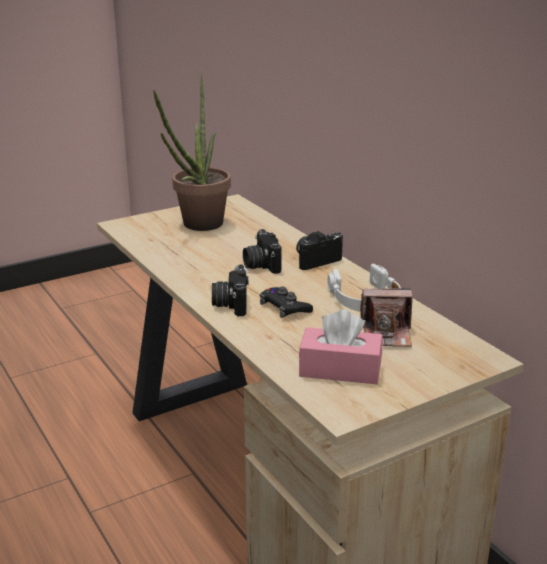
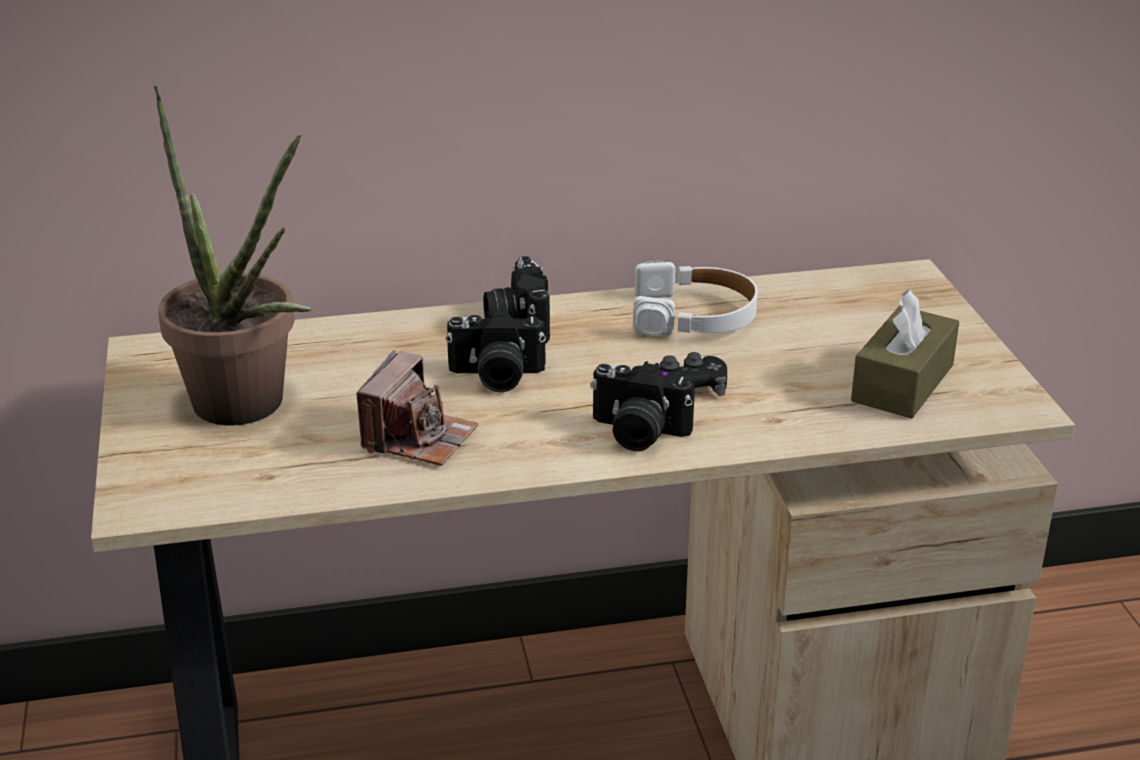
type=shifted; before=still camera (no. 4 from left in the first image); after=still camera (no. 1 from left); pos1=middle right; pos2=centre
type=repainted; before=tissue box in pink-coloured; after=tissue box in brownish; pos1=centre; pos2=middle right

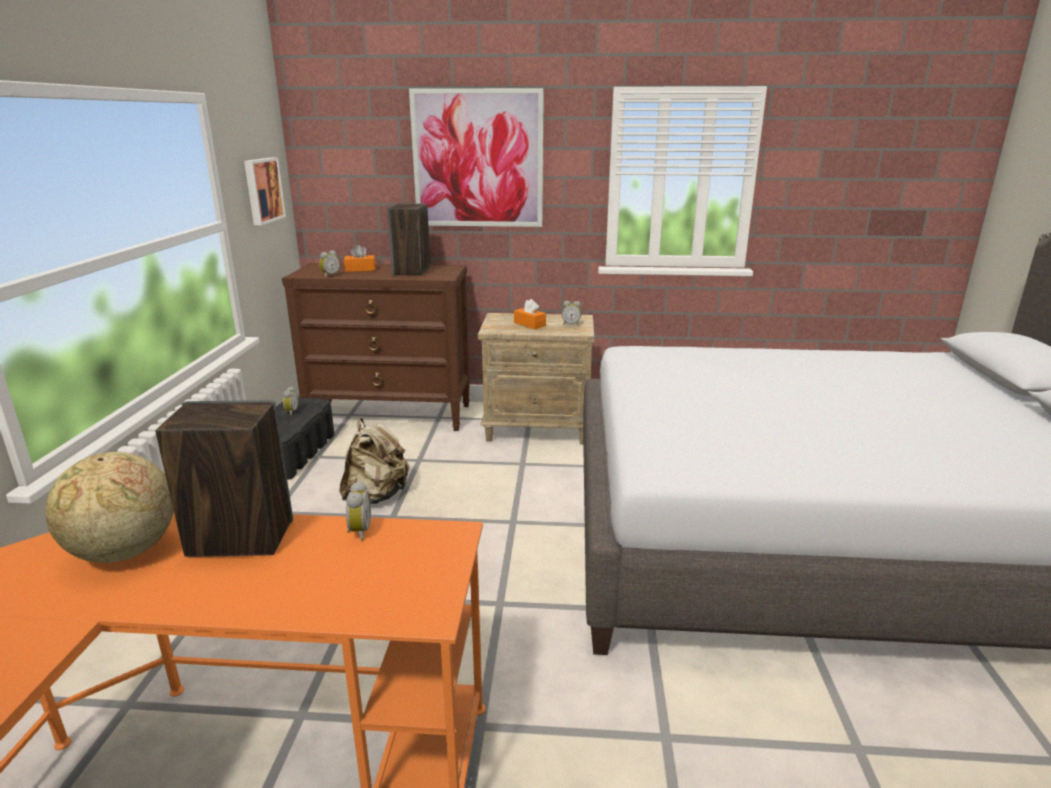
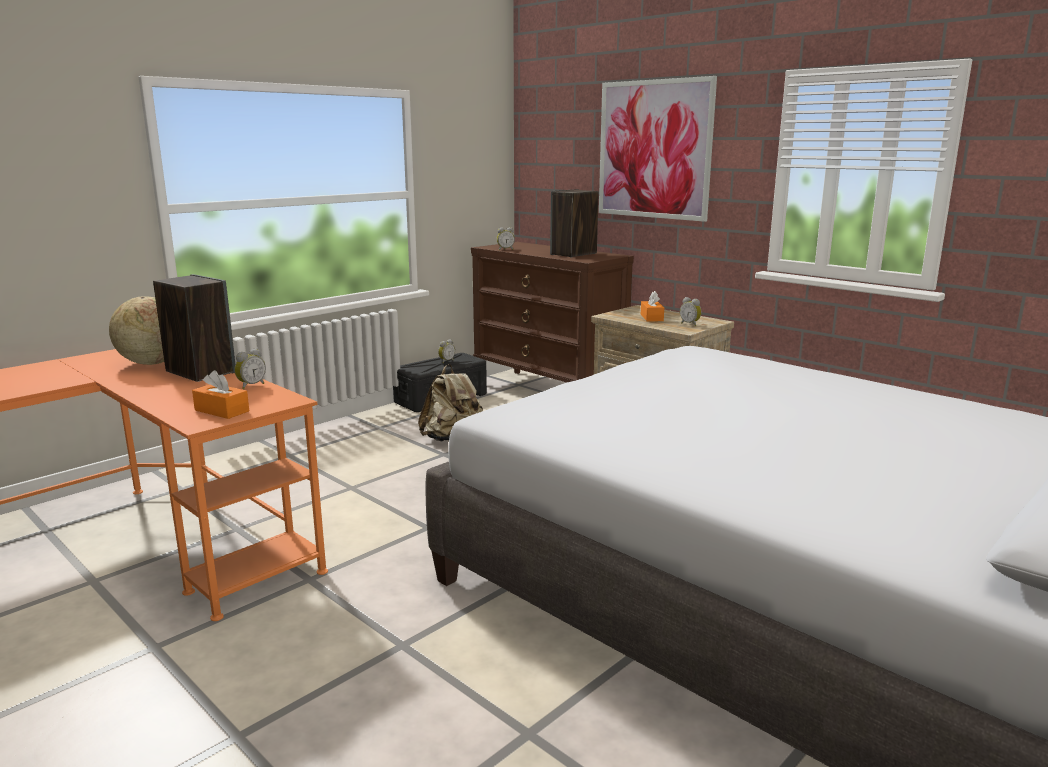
type=shifted; before=tissue box in orangey (no. 1 from left); pos1=top centre; pos2=middle left
type=gone; before=wall picture (no. 1 from left); pos1=top left

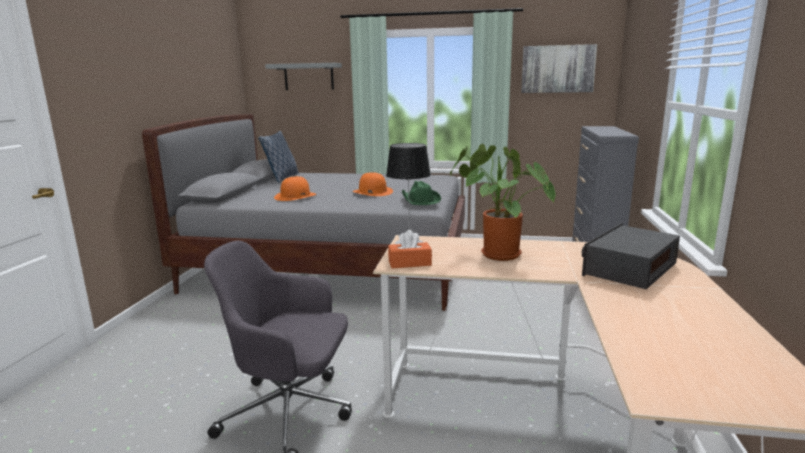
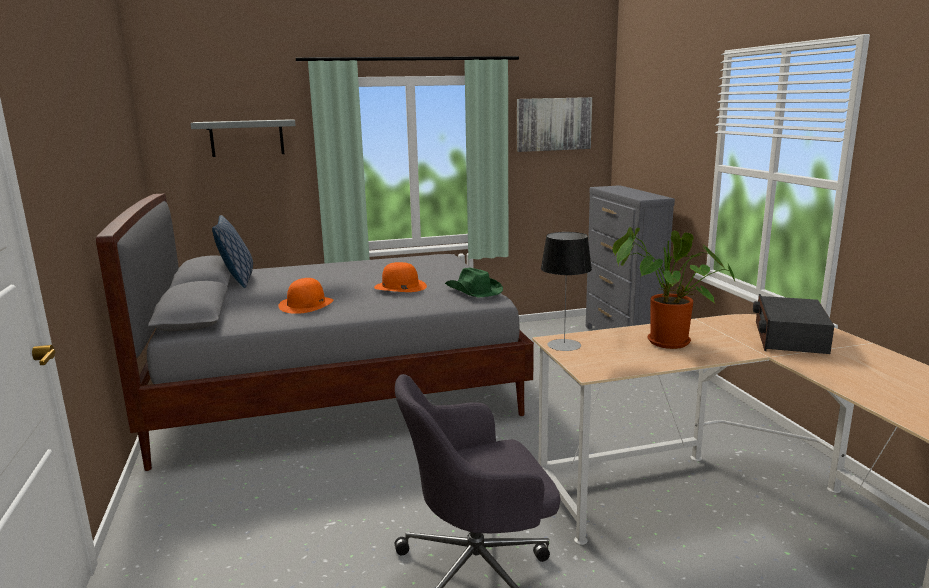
type=gone; before=tissue box in orangey; pos1=centre

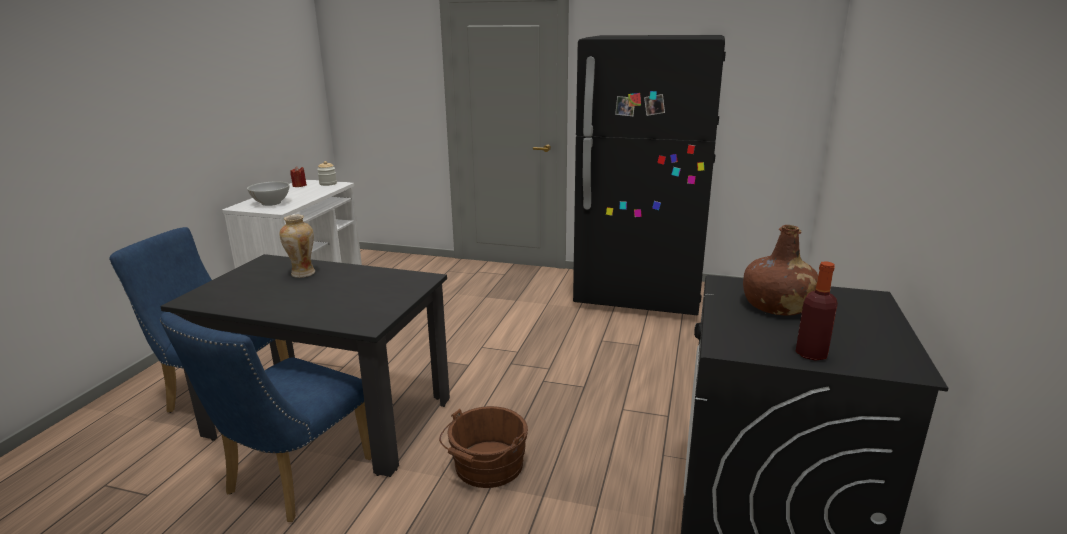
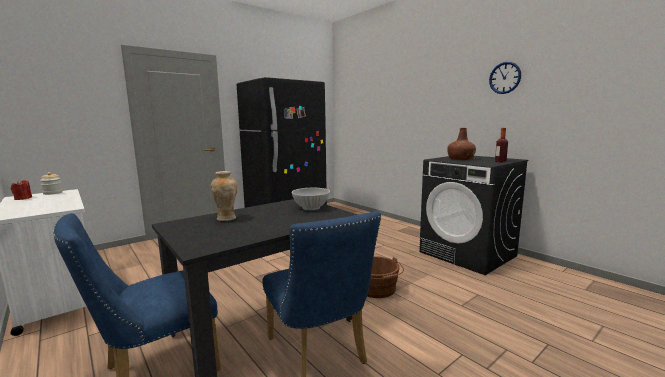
type=shifted; before=serving bowl in white-coloured; pos1=middle left; pos2=centre
type=new; after=clock on the wall; pos2=top right

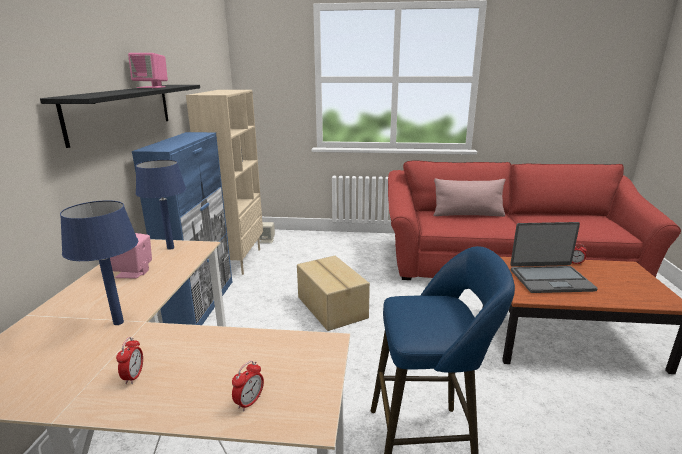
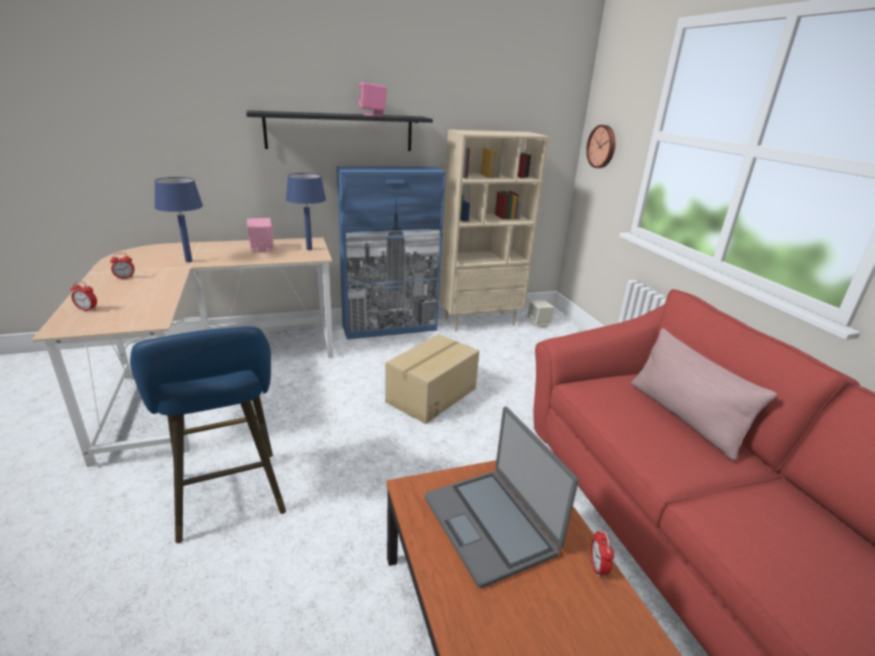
type=new; after=clock on the wall; pos2=top right

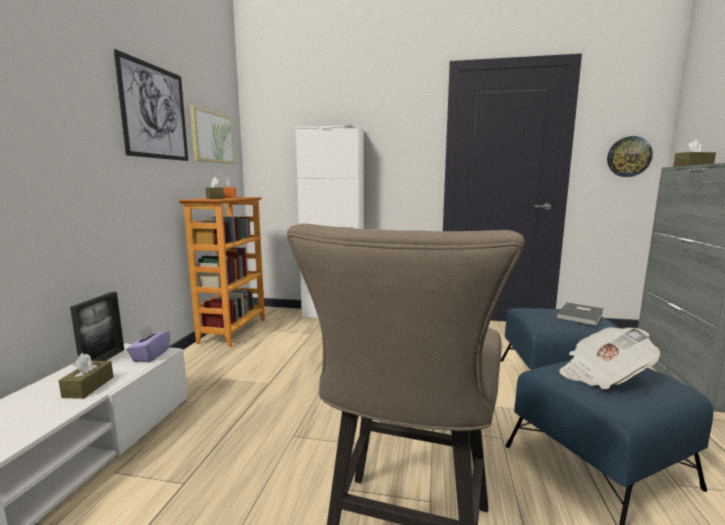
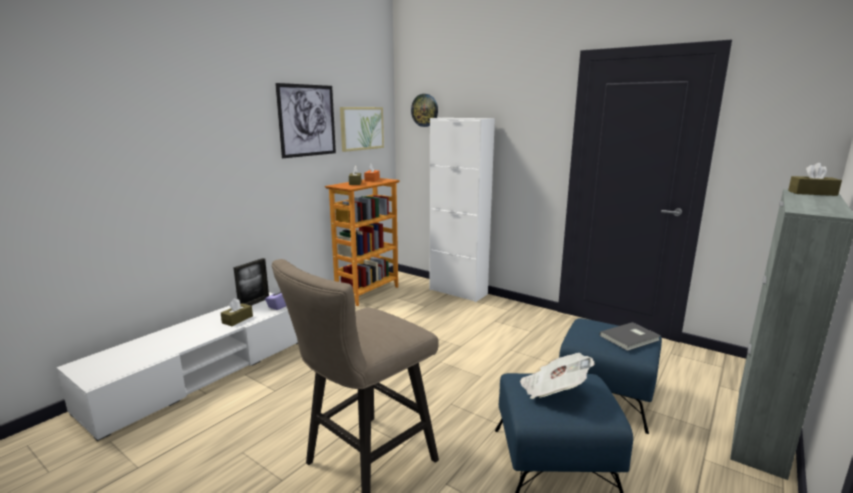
type=shifted; before=clock on the wall; pos1=top right; pos2=top centre

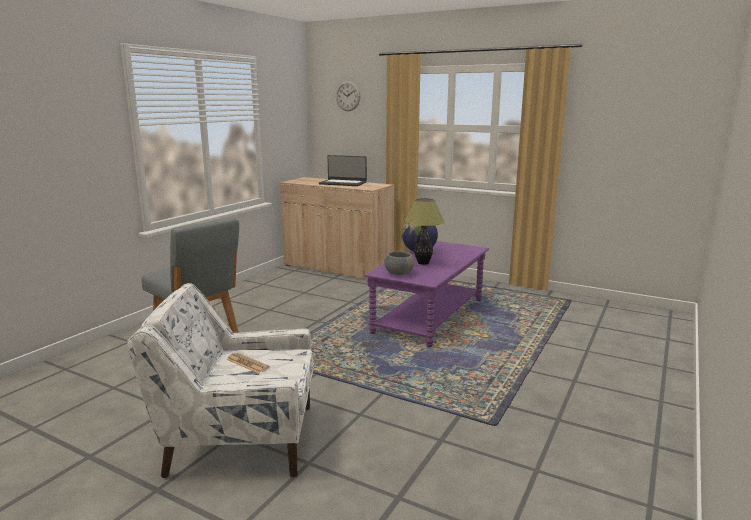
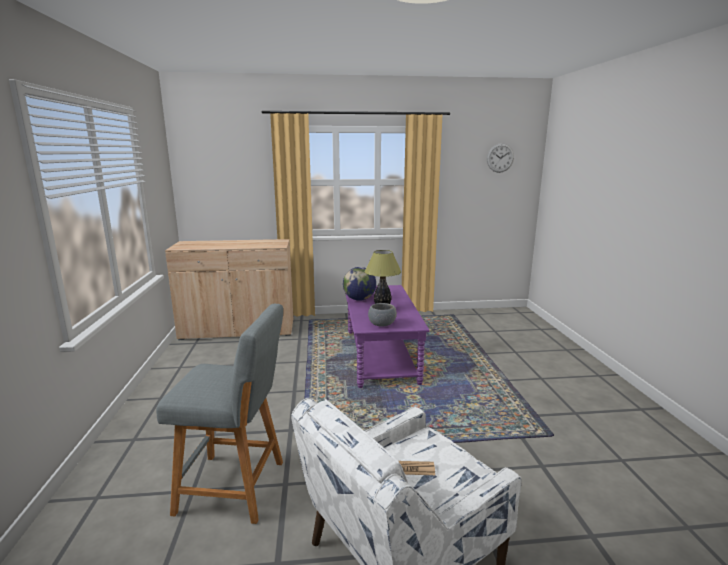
type=shifted; before=clock on the wall; pos1=top centre; pos2=top right
type=gone; before=portable computer; pos1=top centre

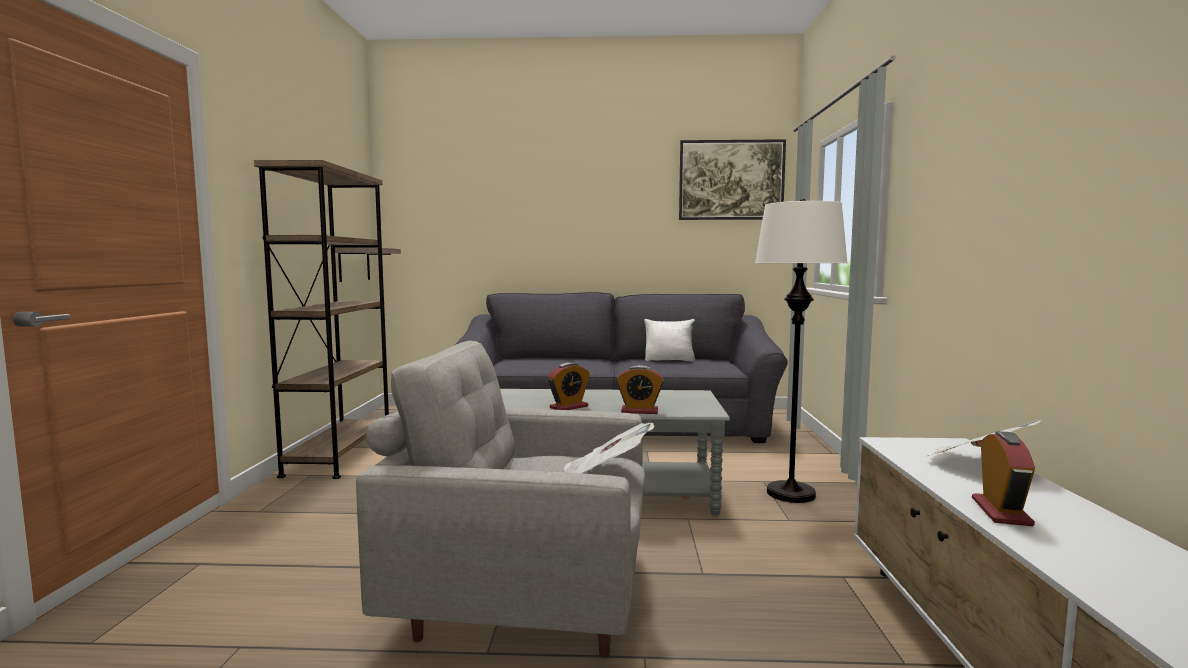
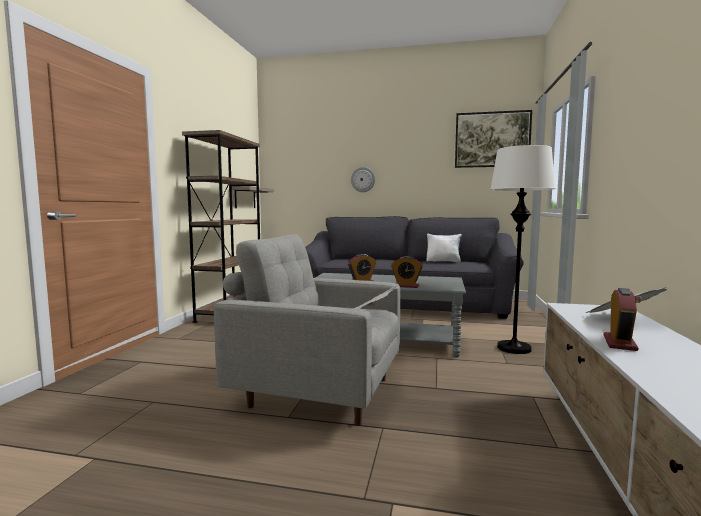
type=new; after=clock on the wall; pos2=centre

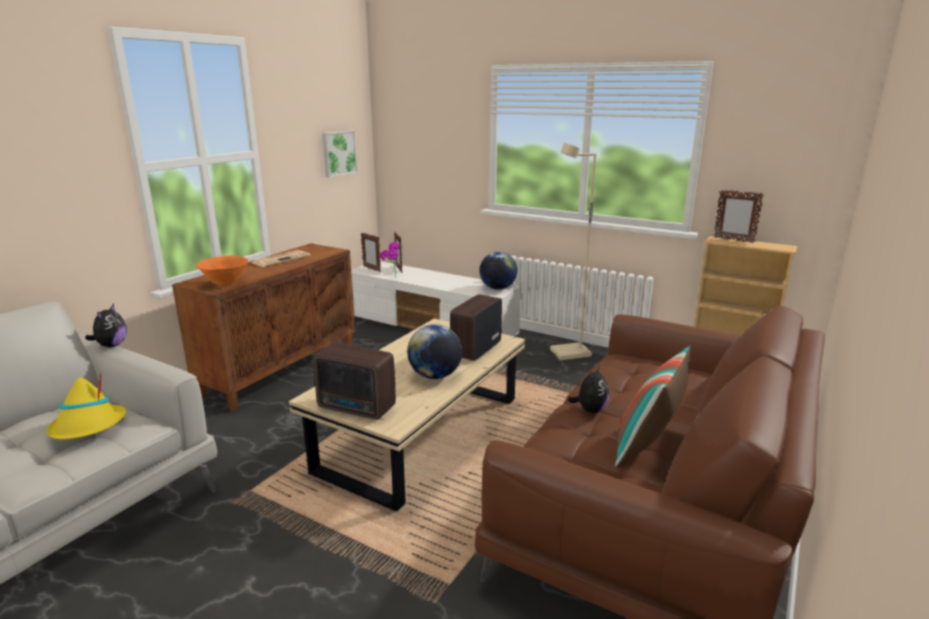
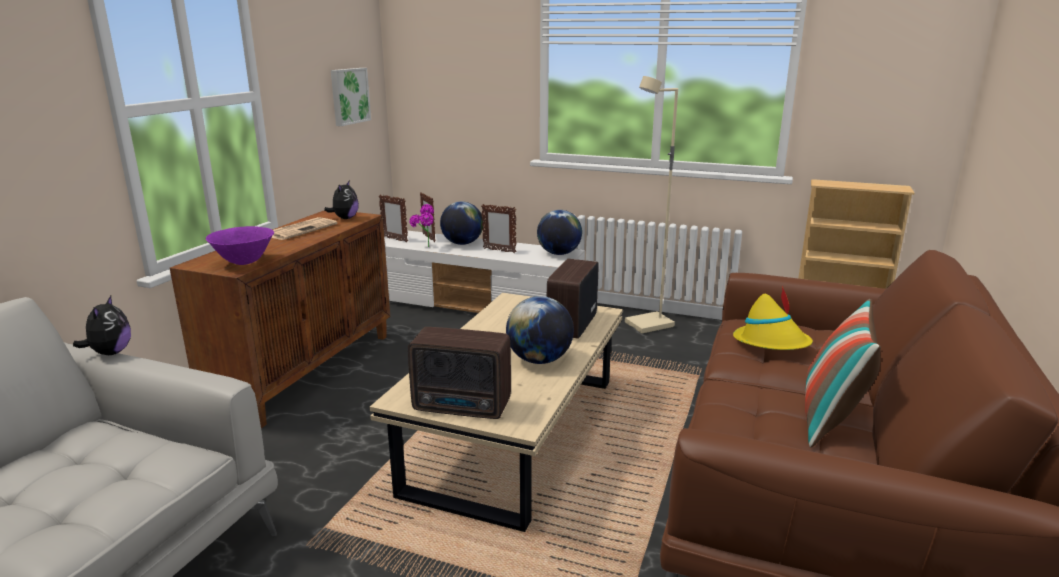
type=repainted; before=serving bowl in orangey; after=serving bowl in purple-coloured; pos1=middle left; pos2=middle left
type=shifted; before=cuddly toy (no. 2 from left); pos1=centre; pos2=middle left
type=new; after=desk globe (no. 1 from left); pos2=centre
type=shifted; before=picture frame (no. 3 from left); pos1=middle right; pos2=centre
type=shifted; before=wearable hat in yellow; pos1=middle left; pos2=middle right

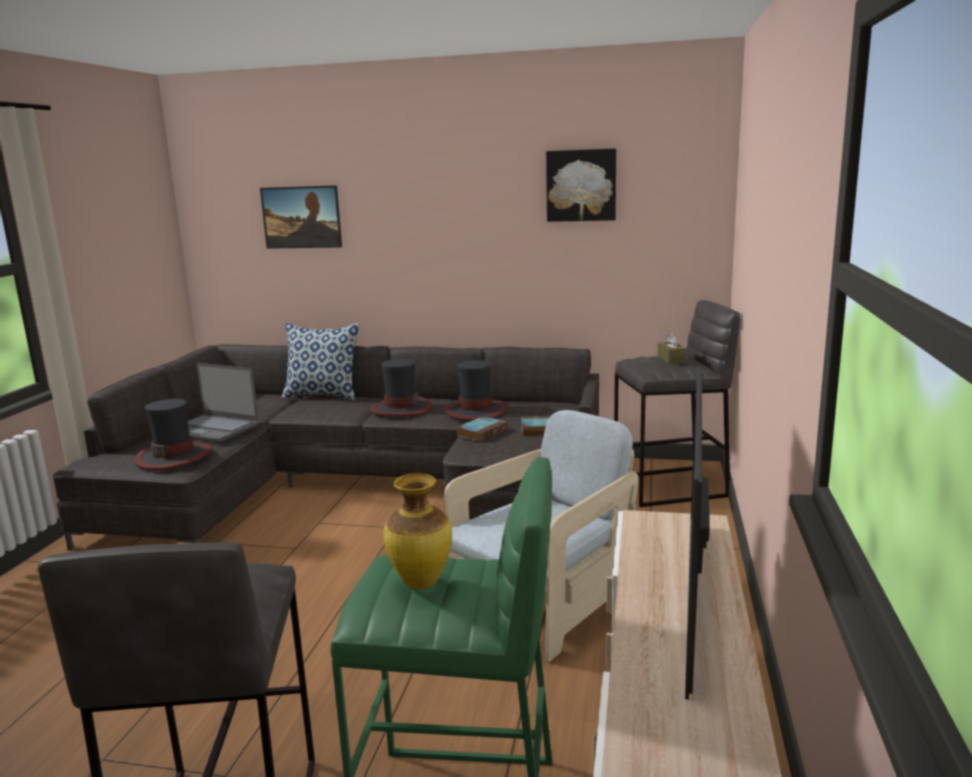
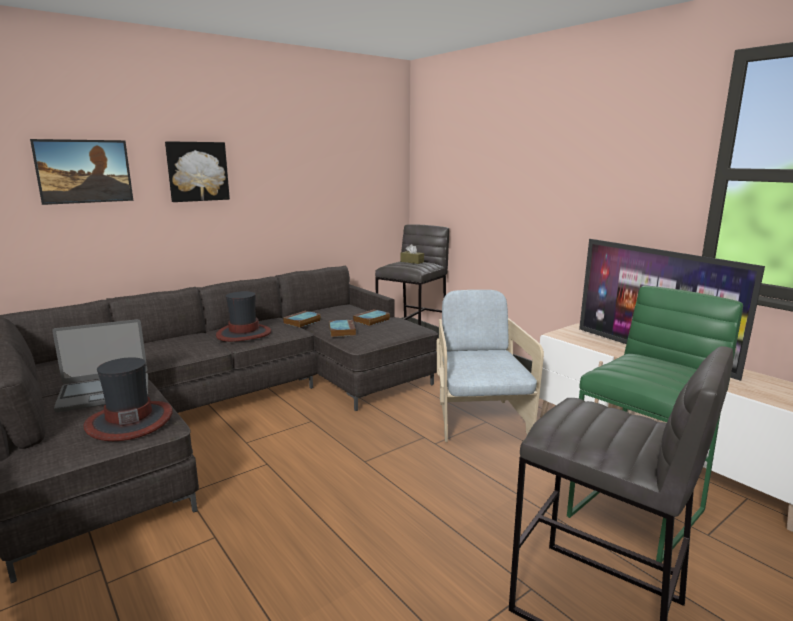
type=shifted; before=wall picture (no. 2 from left); pos1=top centre; pos2=top left
type=swapped; before=wearable hat (no. 3 from left); after=volume (no. 1 from left); pos1=centre; pos2=centre
type=gone; before=throw pillow; pos1=middle left
type=gone; before=decorative vase; pos1=bottom centre

